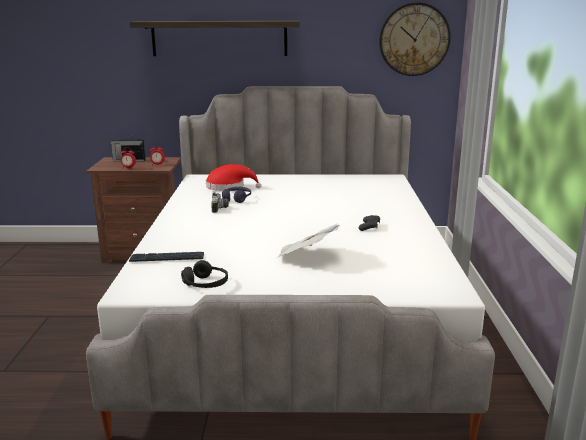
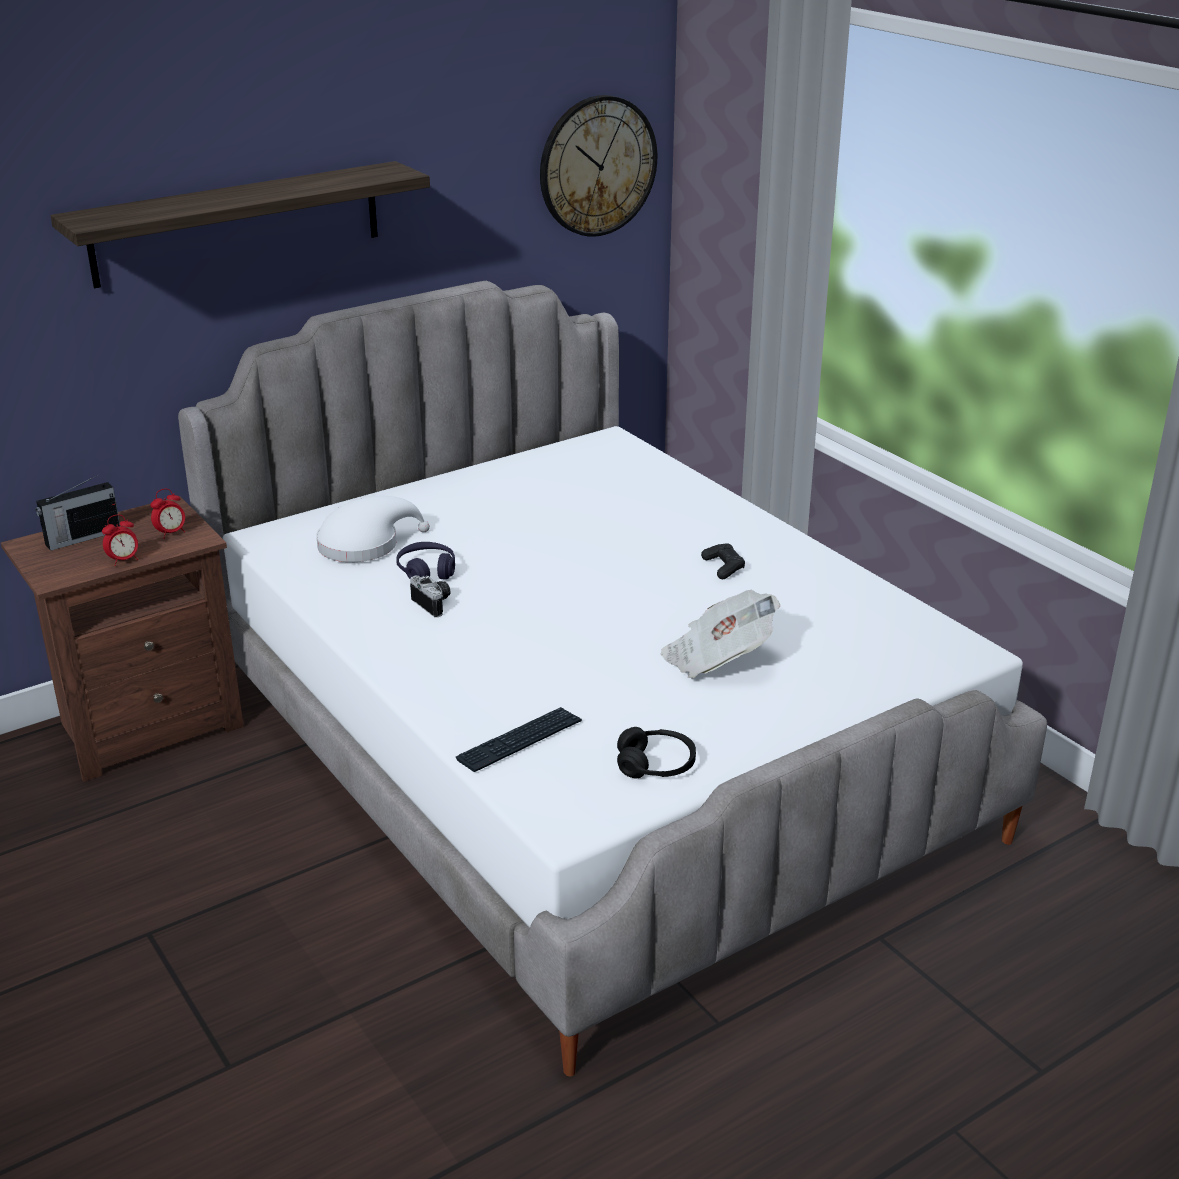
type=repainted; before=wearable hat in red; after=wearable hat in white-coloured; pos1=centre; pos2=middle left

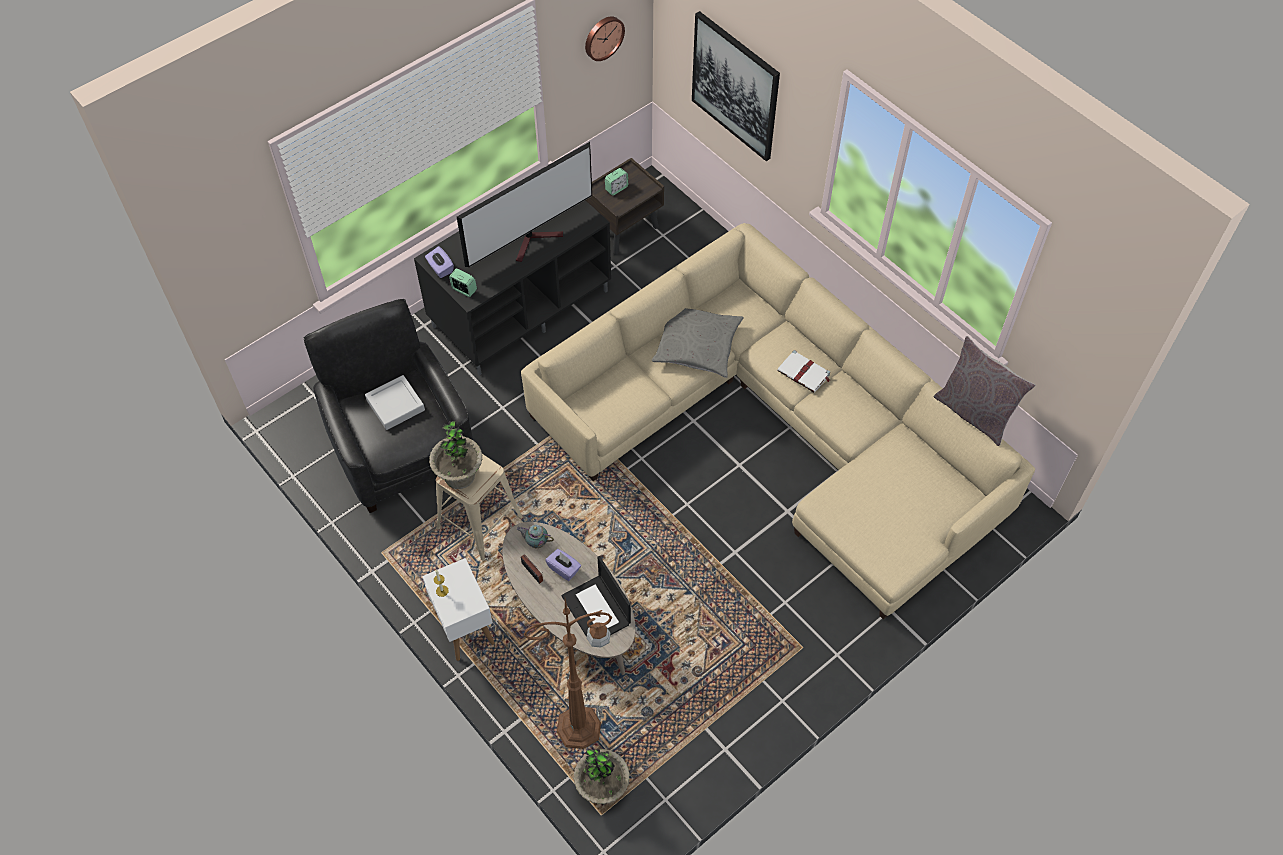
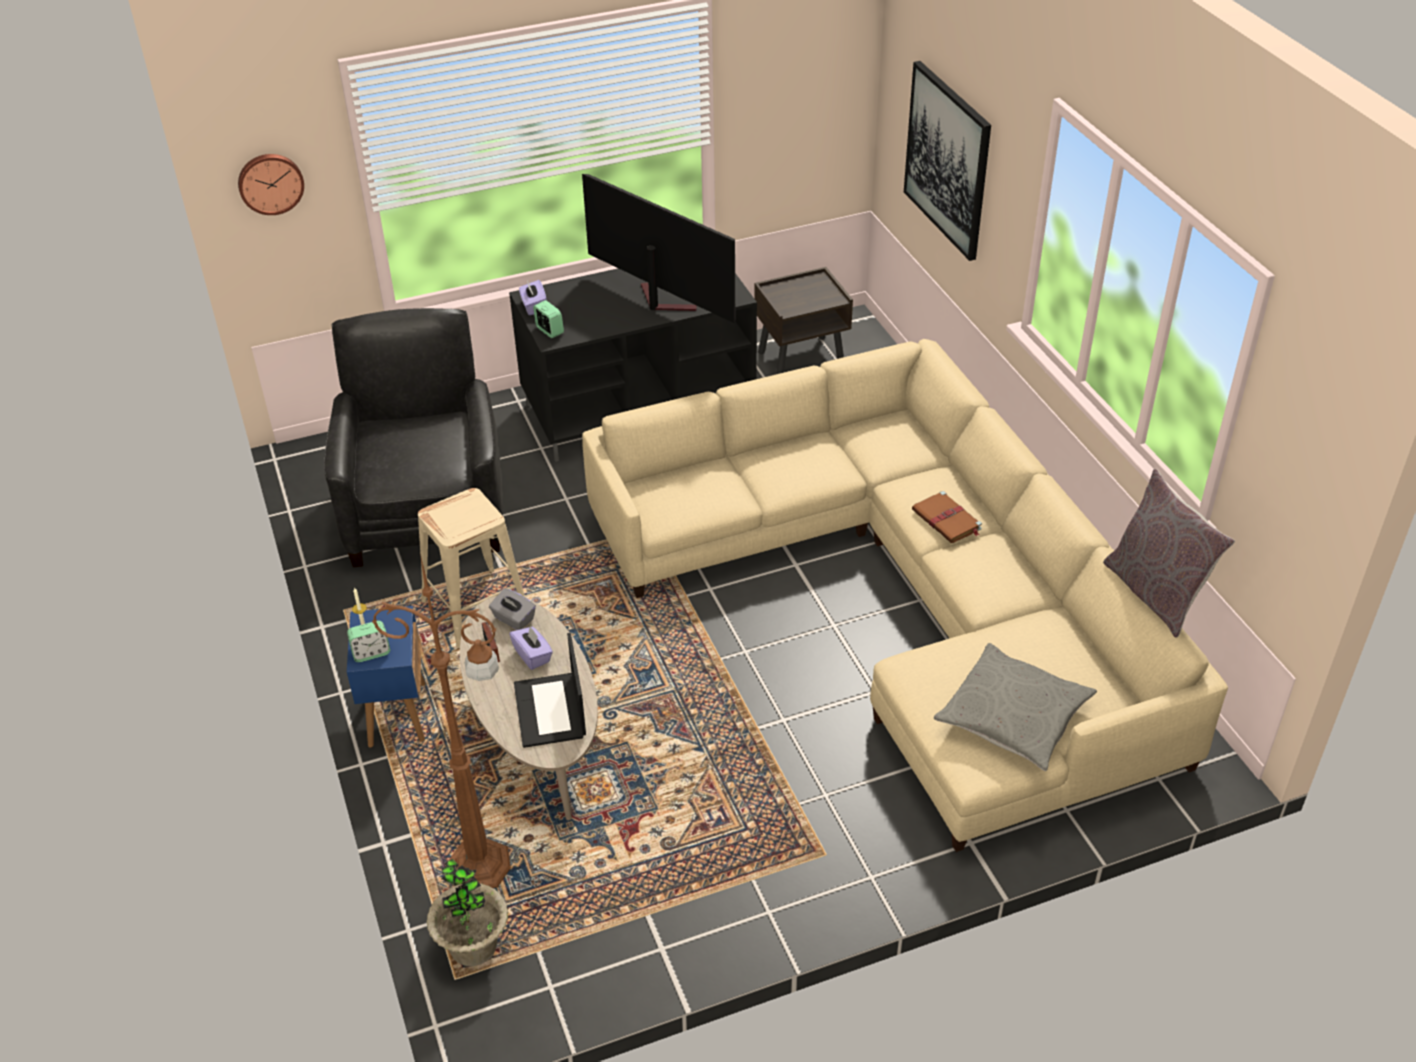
type=shifted; before=clock on the wall; pos1=top centre; pos2=top left
type=repainted; before=side table in white-coloured; after=side table in blue; pos1=bottom centre; pos2=middle left
type=shifted; before=alarm clock (no. 2 from left in the first image); after=alarm clock (no. 1 from left); pos1=top centre; pos2=middle left
type=swapped; before=teapot; after=tissue box in gray; pos1=centre; pos2=centre
type=rotated; before=TV; pos1=top centre; pos2=top centre; turn=-120
type=repainted; before=volume in white-coloured; after=volume in brownish; pos1=centre; pos2=middle right
type=shifted; before=throw pillow in gray (no. 1 from left); pos1=centre; pos2=middle right
type=gone; before=carrying tray in gray; pos1=middle left
type=gone; before=houseplant (no. 1 from left); pos1=centre

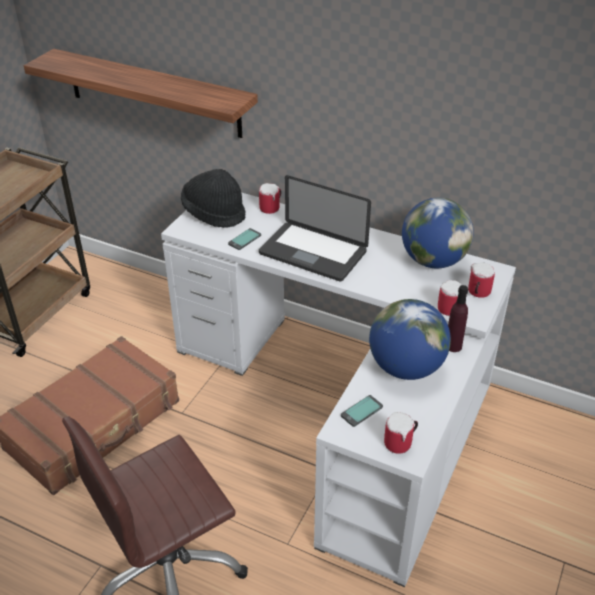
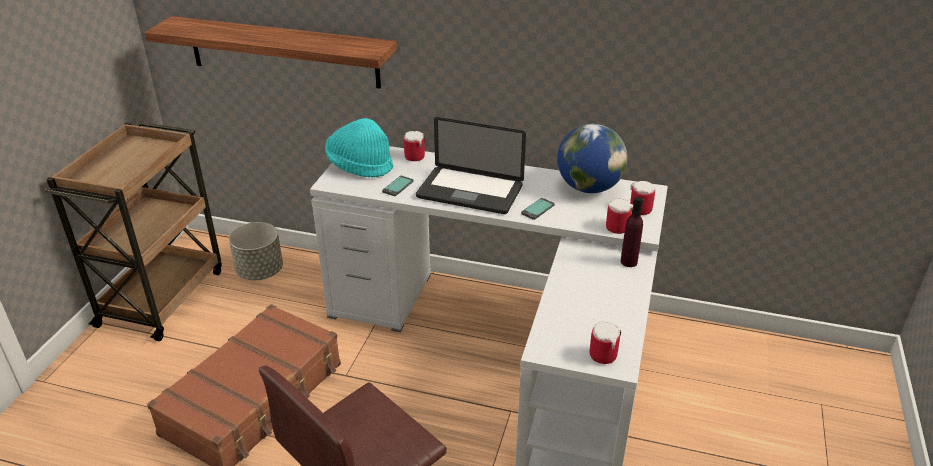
type=new; after=planter in gray; pos2=middle left
type=repainted; before=wearable hat in blackish; after=wearable hat in turquoise-coloured; pos1=top centre; pos2=top centre
type=shifted; before=handset (no. 2 from left); pos1=bottom centre; pos2=centre
type=gone; before=desk globe (no. 1 from left); pos1=middle right

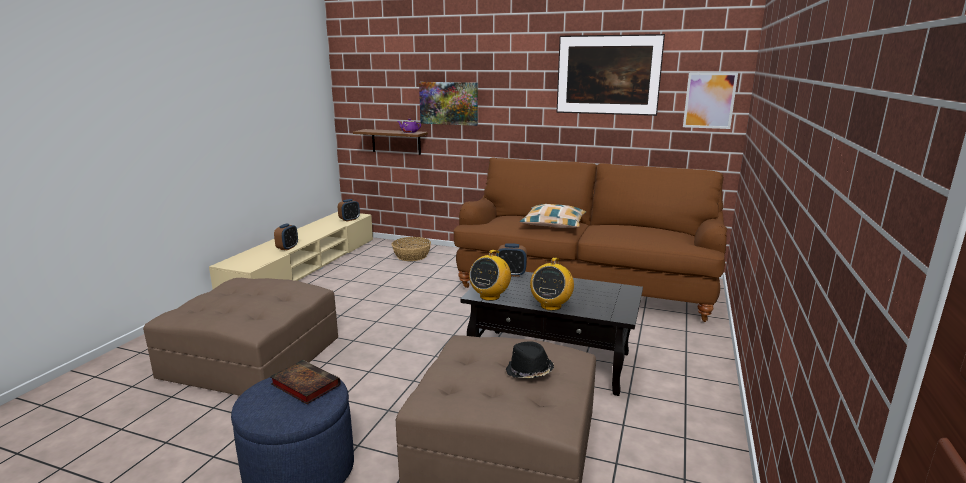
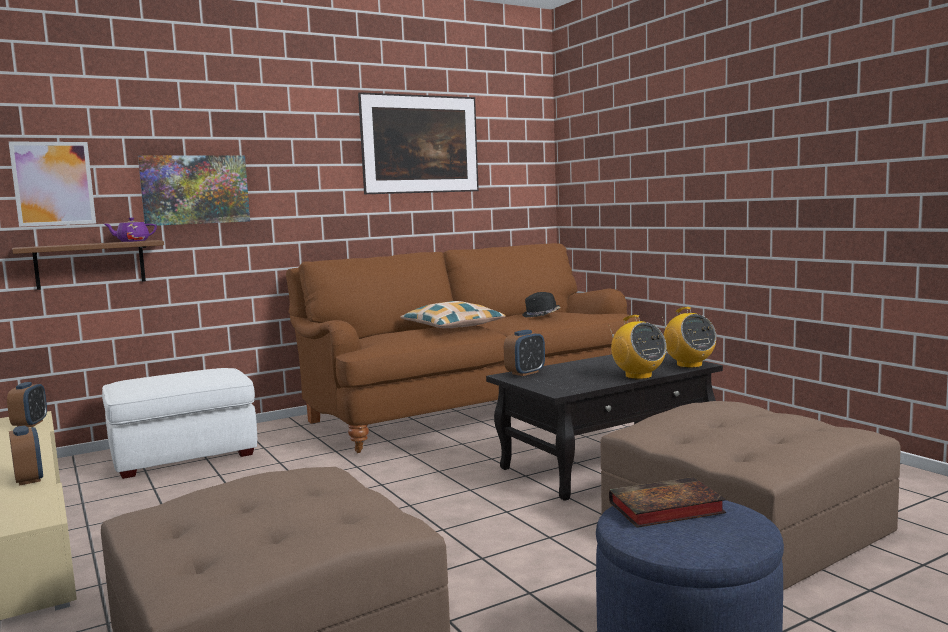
type=shifted; before=wall picture (no. 3 from left in the first image); after=wall picture (no. 1 from left); pos1=top right; pos2=top left
type=swapped; before=storage basket; after=footrest in white-coloured; pos1=centre; pos2=bottom left
type=shifted; before=wearable hat in blackish; pos1=bottom centre; pos2=centre
type=shifted; before=radio receiver (no. 1 from left in the first image); after=radio receiver (no. 2 from left); pos1=centre; pos2=middle right

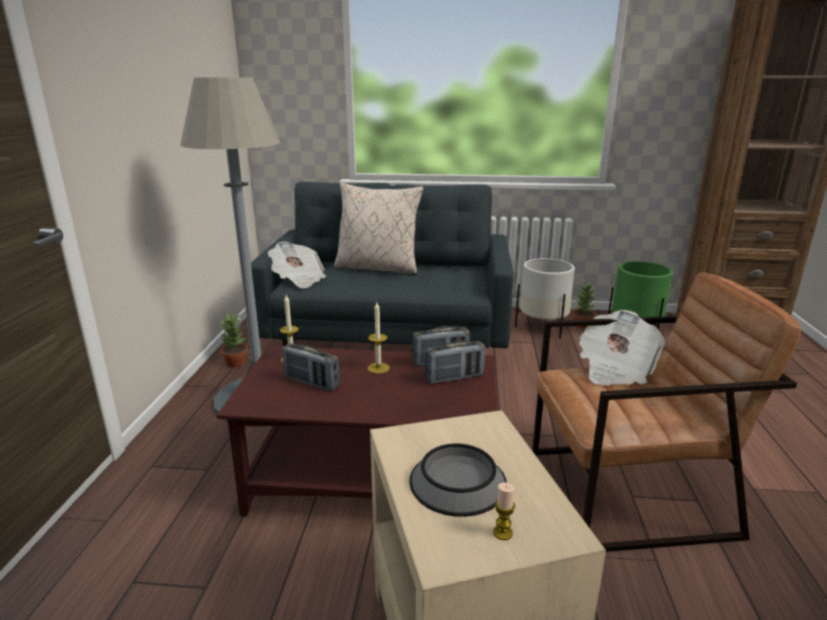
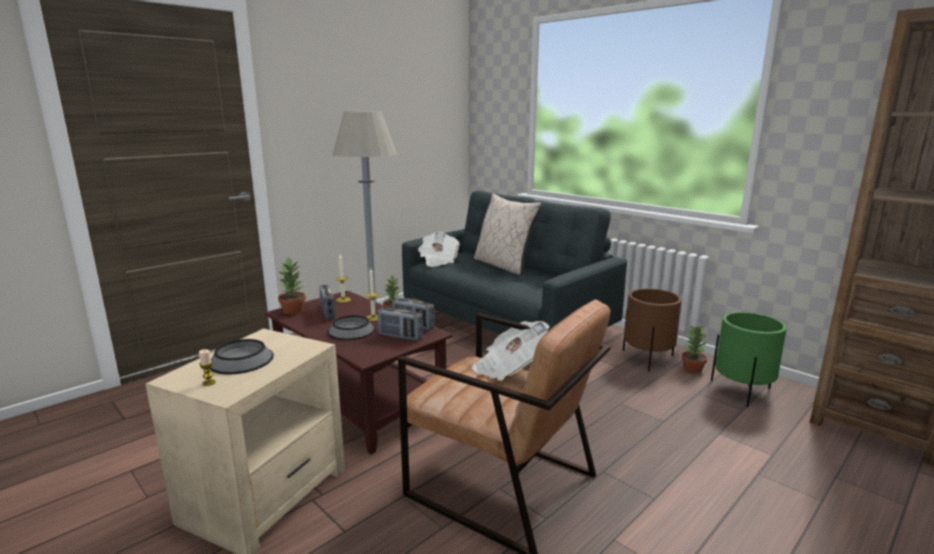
type=new; after=houseplant (no. 1 from left); pos2=middle left
type=new; after=serving bowl (no. 2 from left); pos2=centre
type=repainted; before=planter in white-coloured; after=planter in brownish; pos1=centre; pos2=middle right

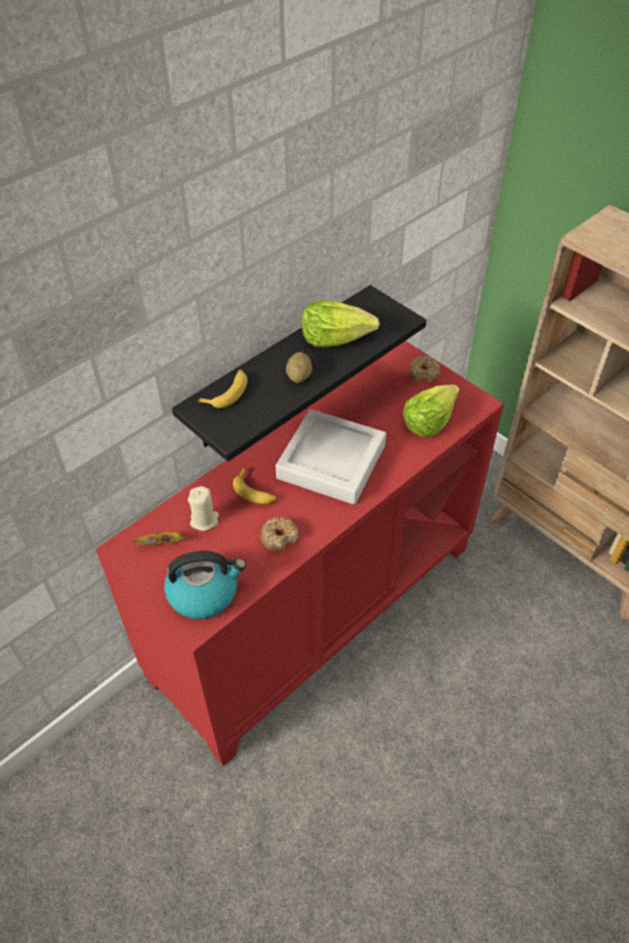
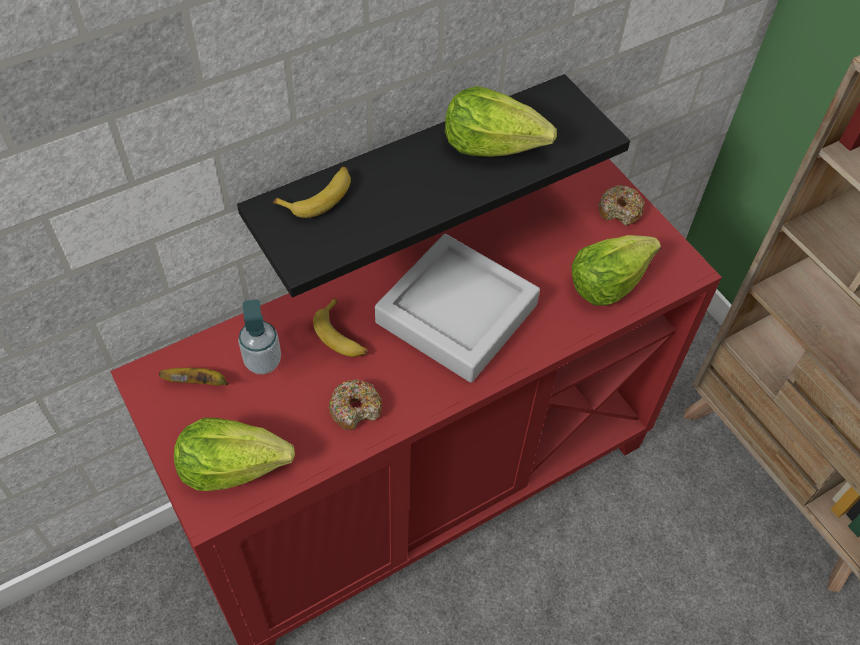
type=swapped; before=tea kettle; after=head of lettuce (no. 1 from left); pos1=middle left; pos2=bottom left
type=swapped; before=candle in beige-coloured; after=soap dispenser; pos1=middle left; pos2=middle left
type=gone; before=potato; pos1=centre

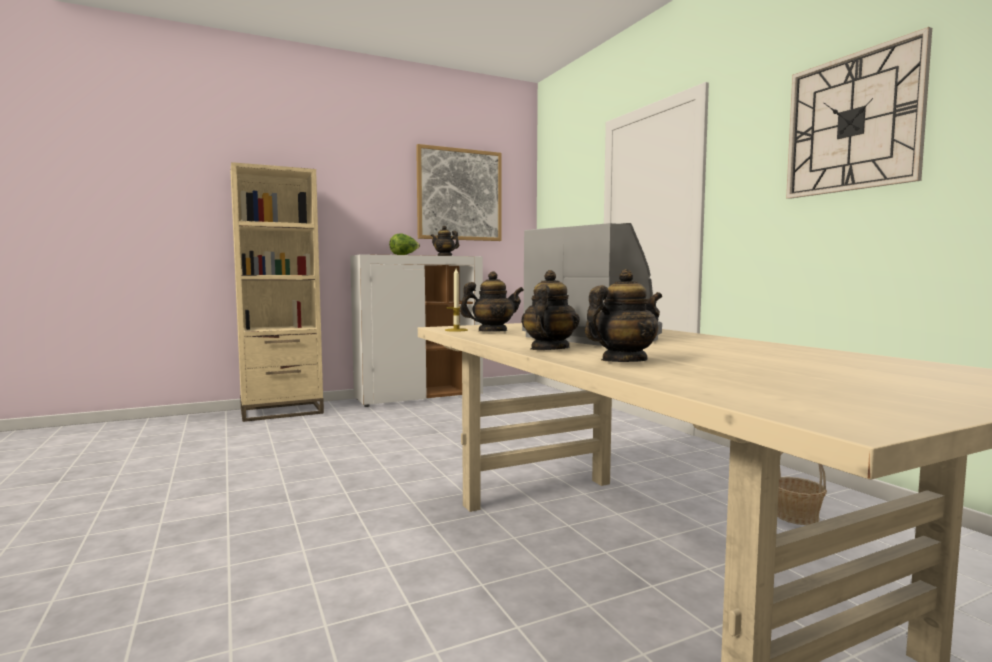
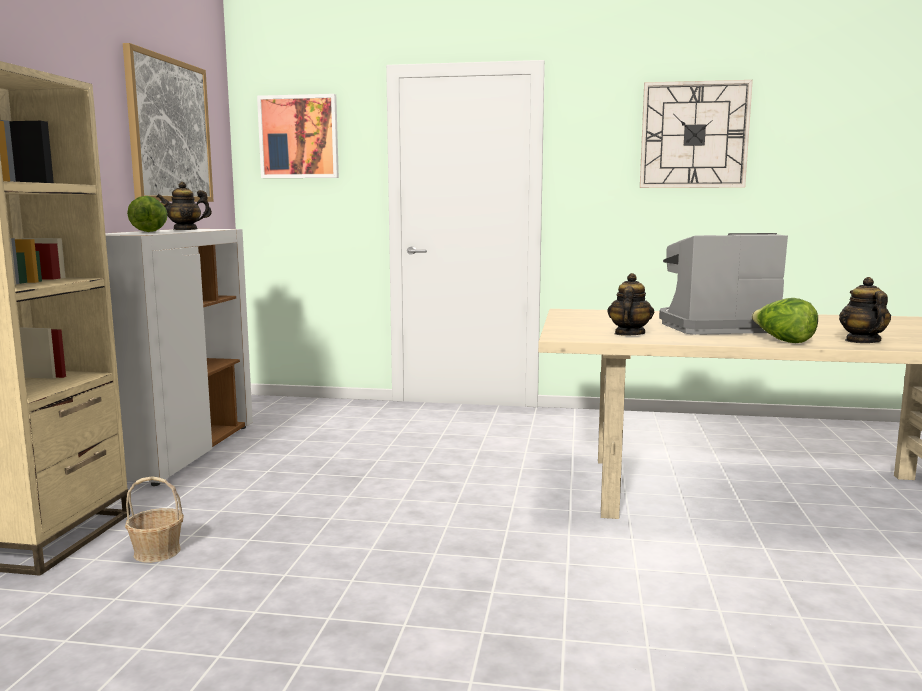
type=shifted; before=storage basket; pos1=bottom right; pos2=bottom left
type=new; after=wall picture (no. 2 from left); pos2=top left
type=swapped; before=teapot (no. 3 from left); after=head of lettuce (no. 2 from left); pos1=centre; pos2=middle right
type=gone; before=candle; pos1=centre

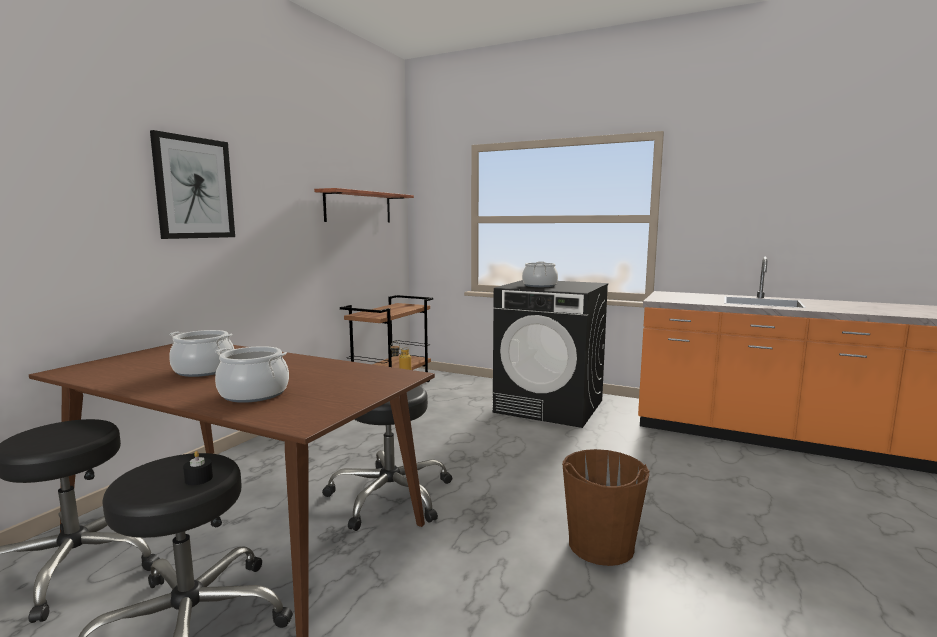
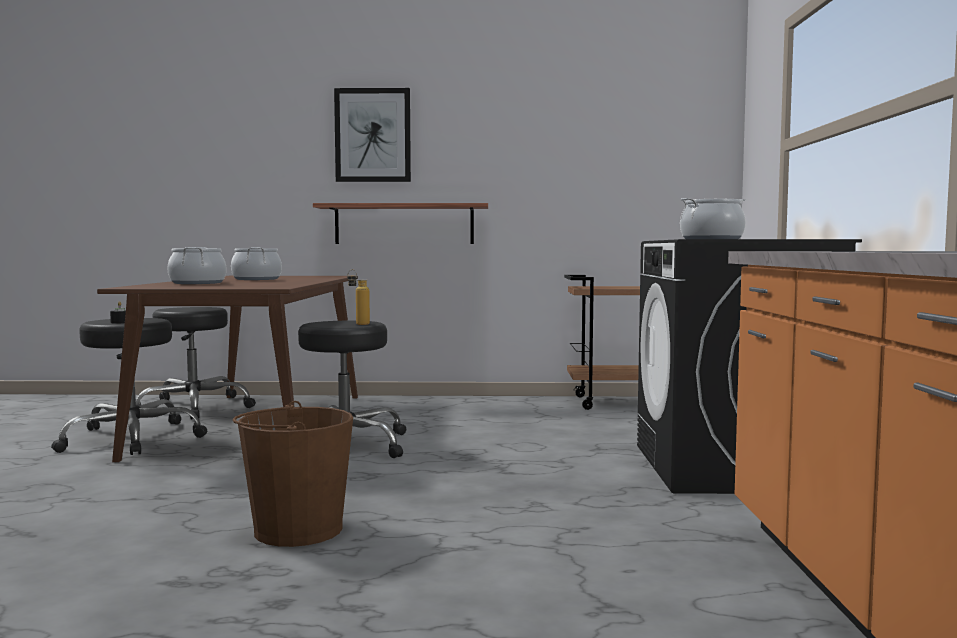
type=shifted; before=bracket shelf; pos1=top centre; pos2=centre

